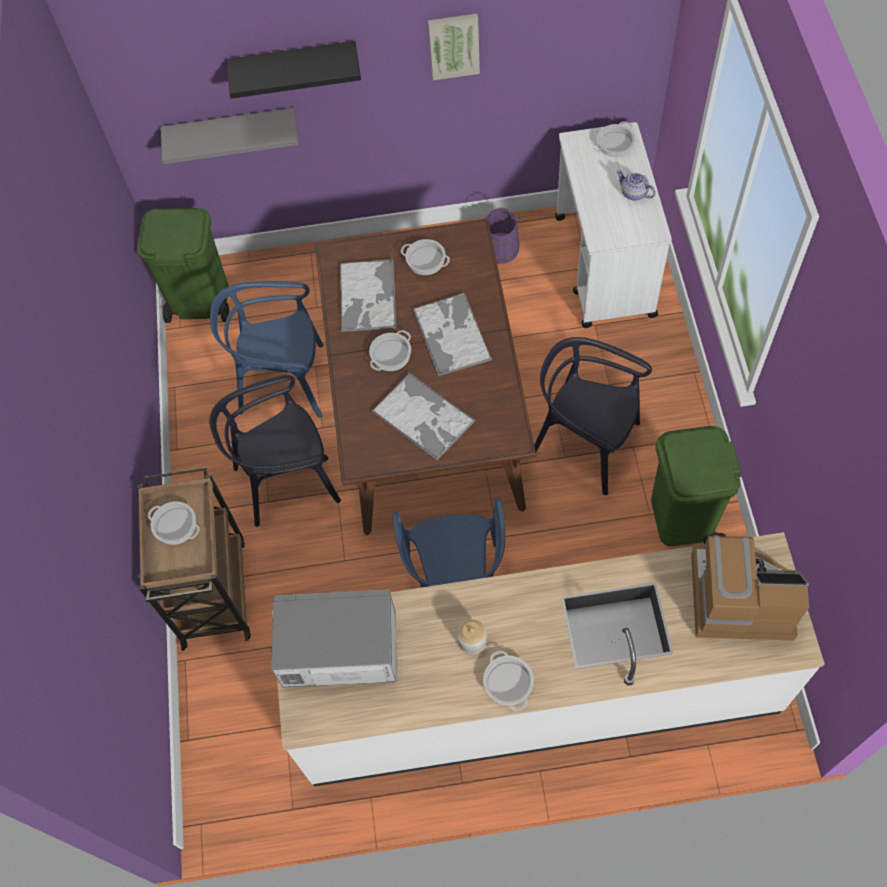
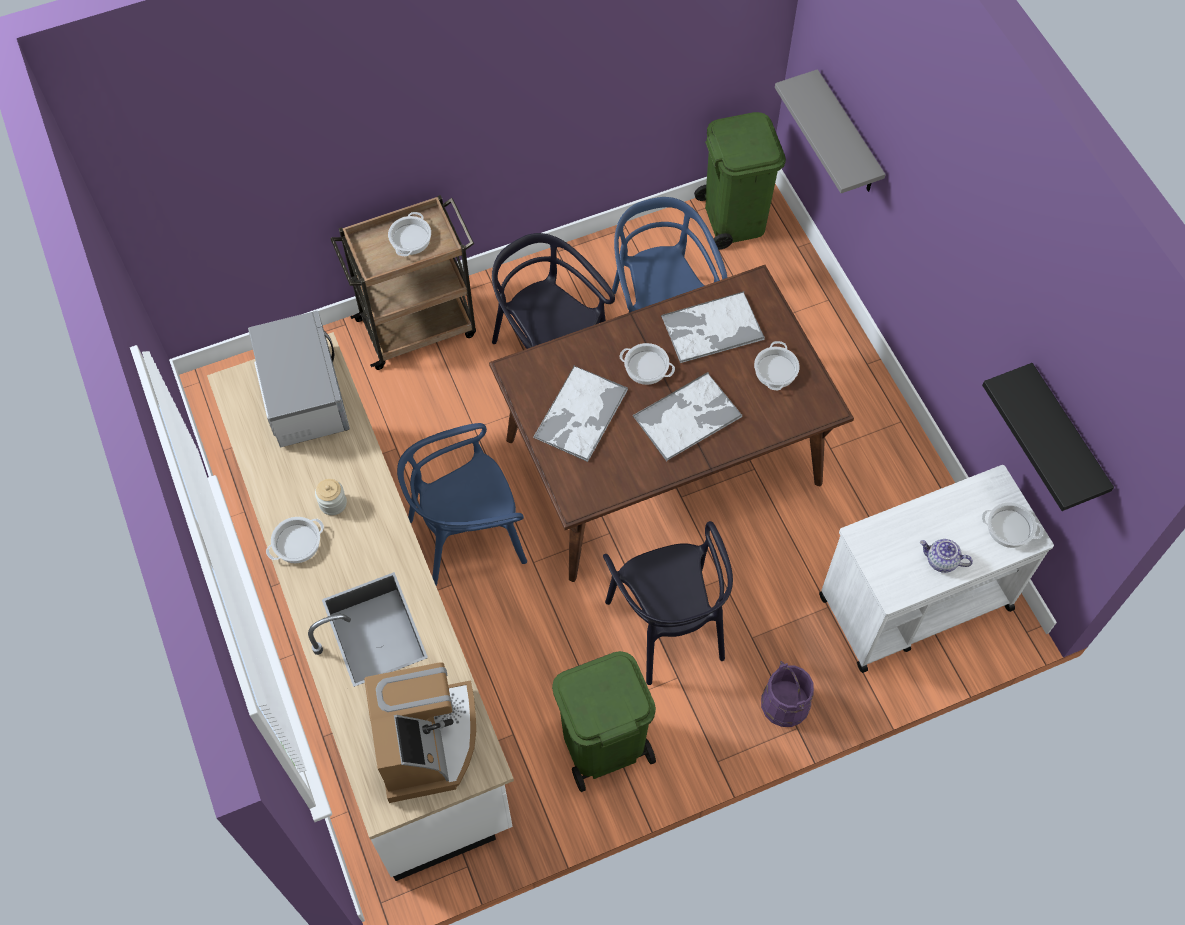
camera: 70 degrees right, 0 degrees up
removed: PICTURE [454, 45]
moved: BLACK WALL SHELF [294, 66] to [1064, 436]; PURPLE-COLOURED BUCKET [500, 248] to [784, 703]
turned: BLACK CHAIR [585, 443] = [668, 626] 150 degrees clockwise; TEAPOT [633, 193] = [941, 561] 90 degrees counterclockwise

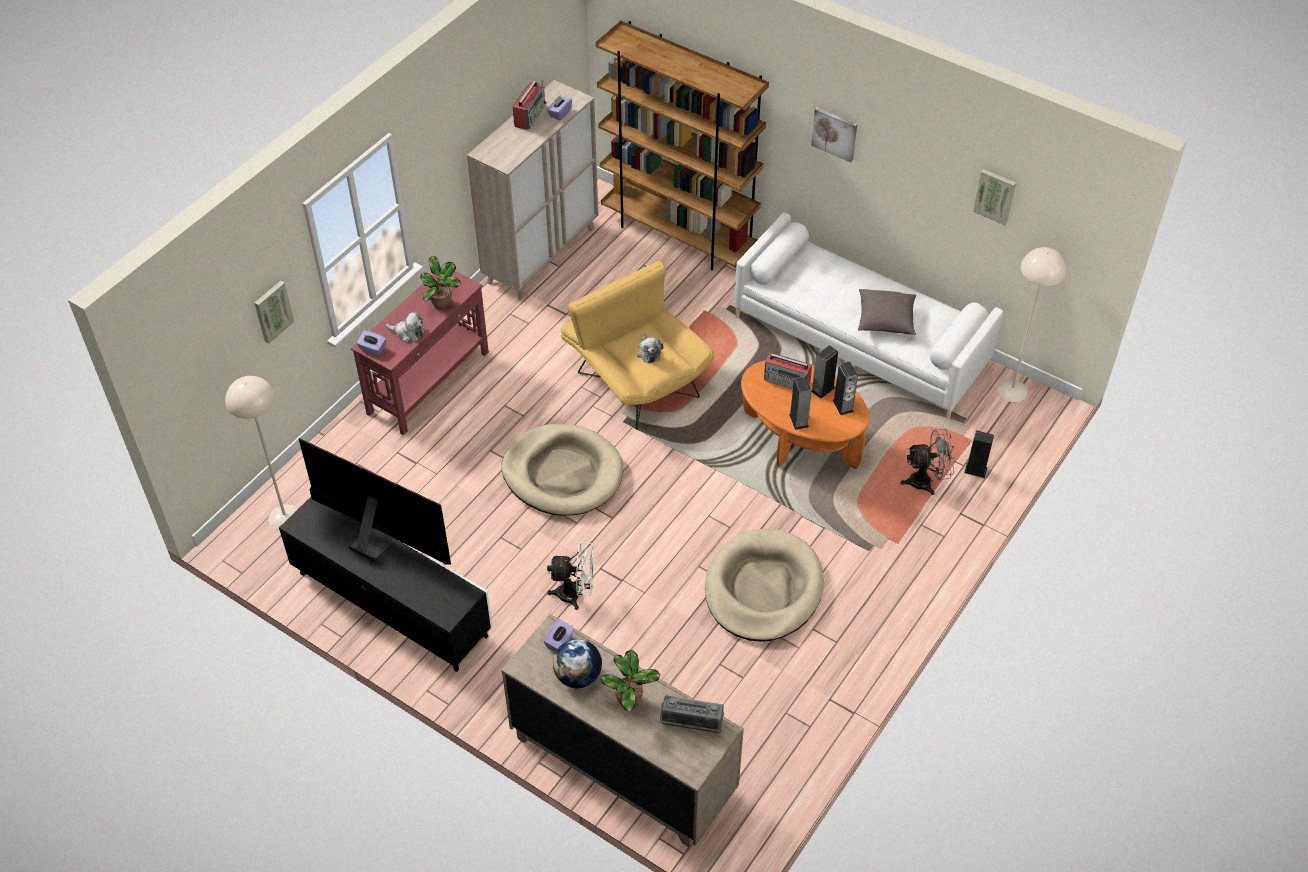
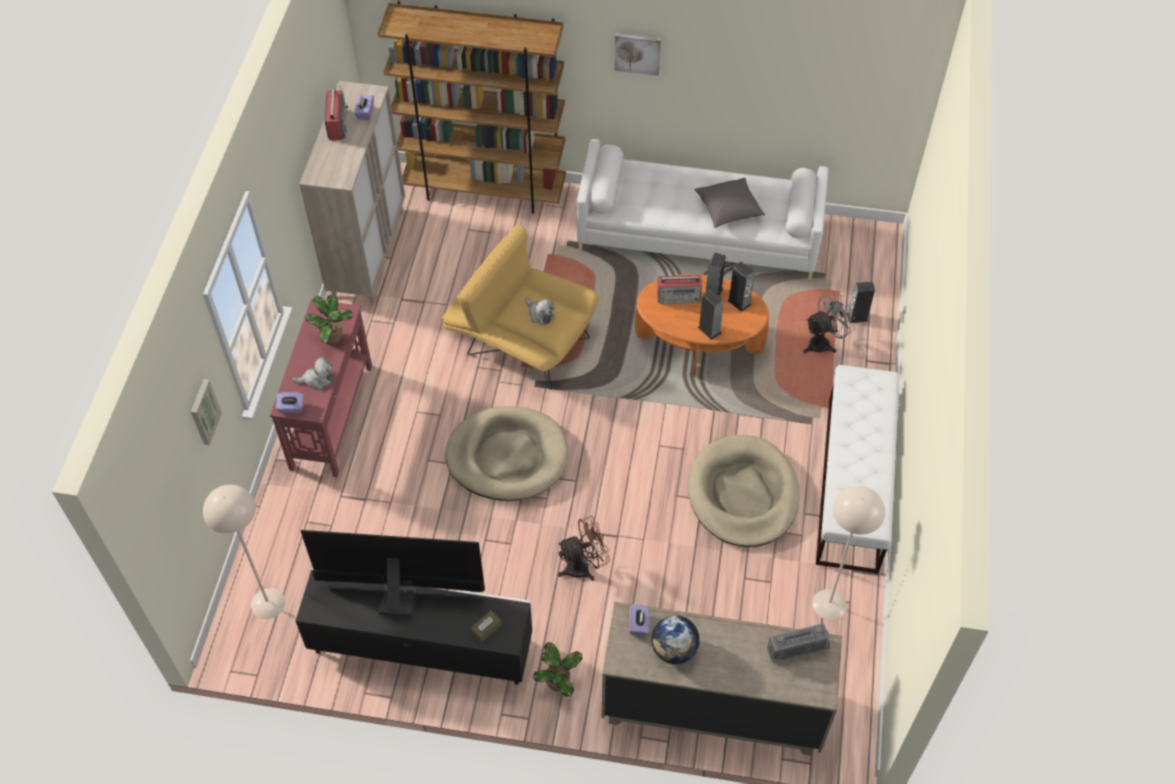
camera: 25 degrees left, 5 degrees up
removed: PICTURE [995, 195]
added: BROWN TISSUE BOX [486, 629]; WHITE INDOOR BENCH [852, 483]
moved: PLANT IN A POT [630, 701] to [559, 683]; BEIGE-COLOURED FLOOR LAMP [1012, 390] to [829, 604]
recoloured: WHITE COOLING FAN [575, 594] to BROWN COOLING FAN [583, 566]

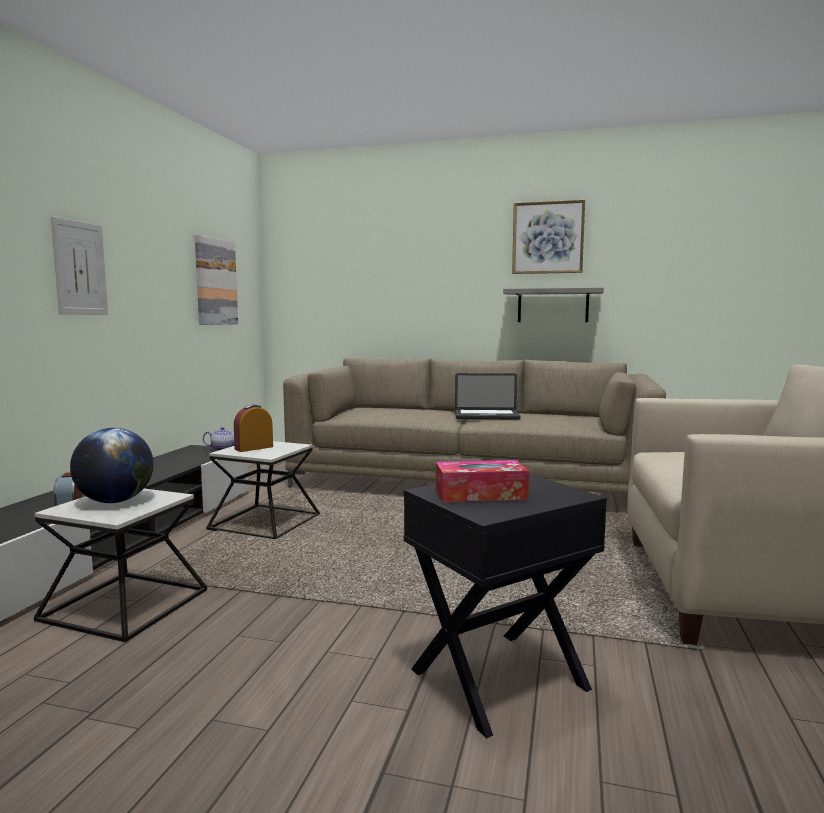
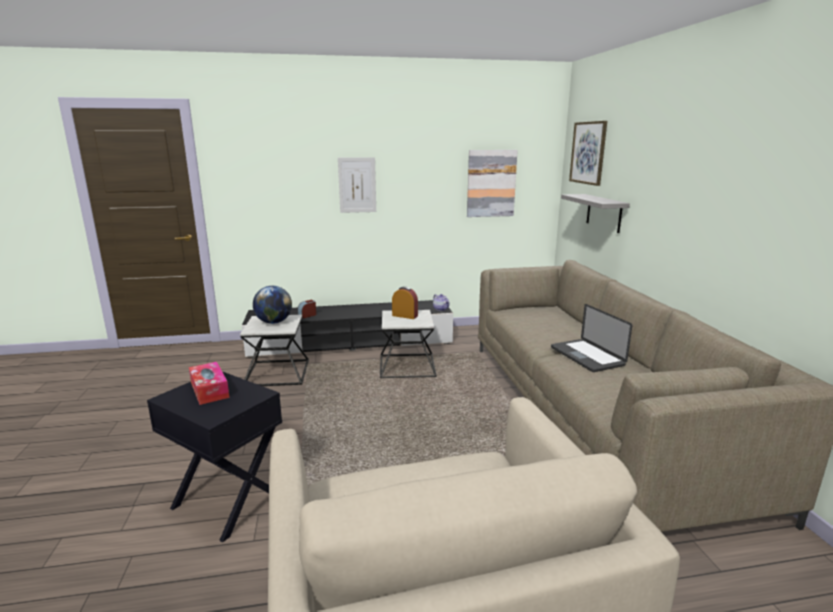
camera: 65 degrees right, 10 degrees up
moved: GREY WALL SHELF [553, 305] to [604, 213]; PICTURE [548, 238] to [588, 153]

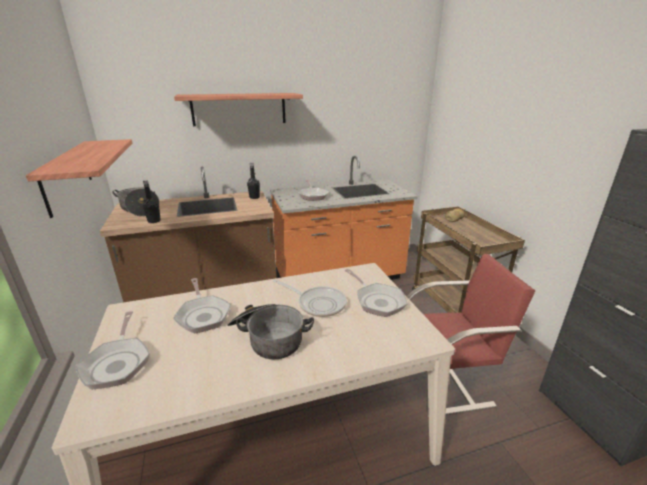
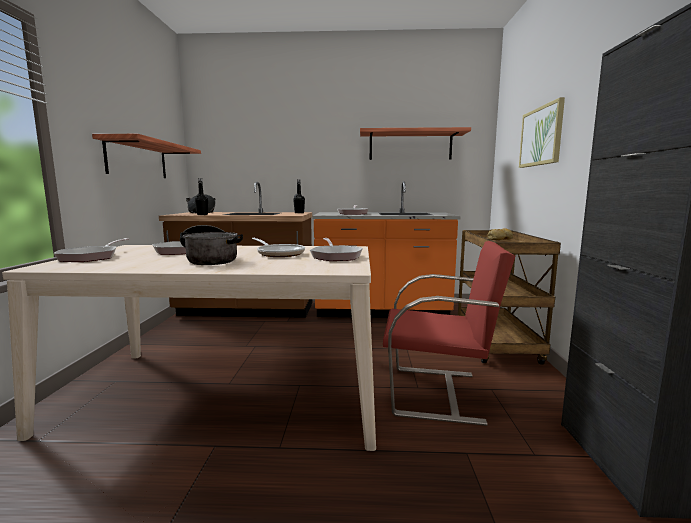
camera: 20 degrees right, 15 degrees down
added: PICTURE [541, 136]
moved: WALL SHELF [239, 109] to [410, 146]

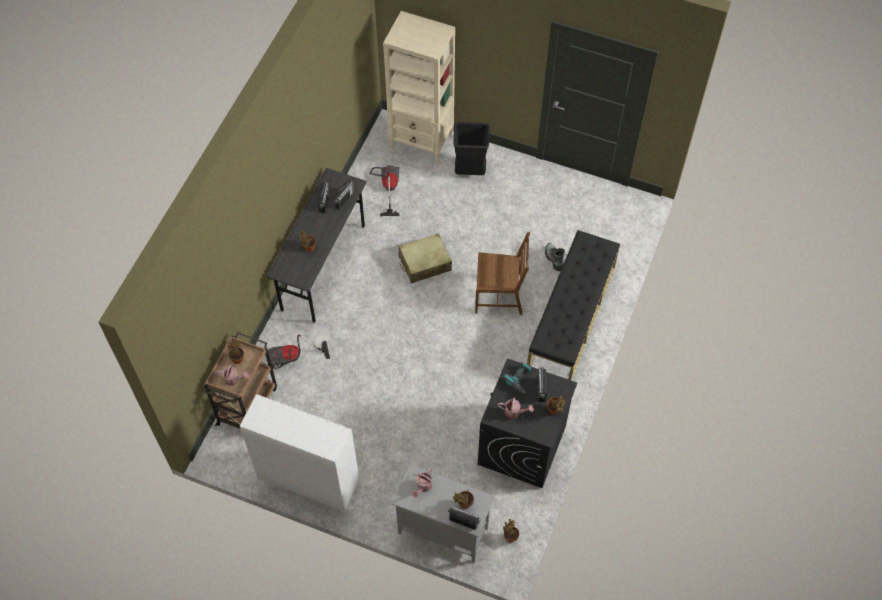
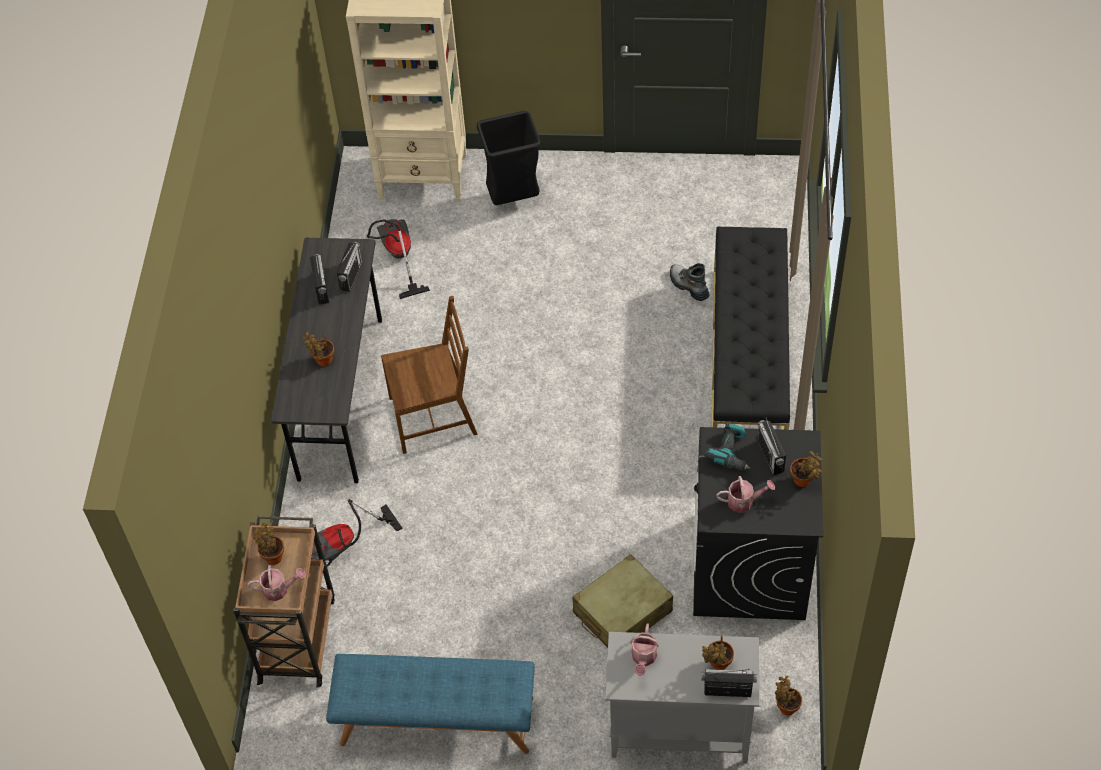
camera: 15 degrees left, 5 degrees down
moved: BEIGE-COLOURED TRAVEL CASE [424, 263] to [622, 612]; BROWN CHAIR [500, 295] to [433, 416]
replaced: WHITE CUPBOARD [307, 479] to BLUISH INDOOR BENCH [436, 721]

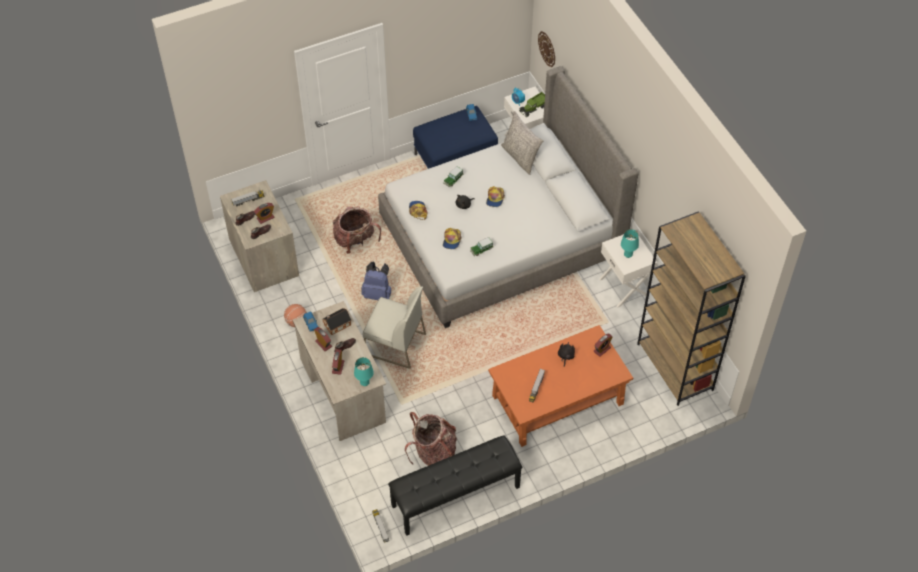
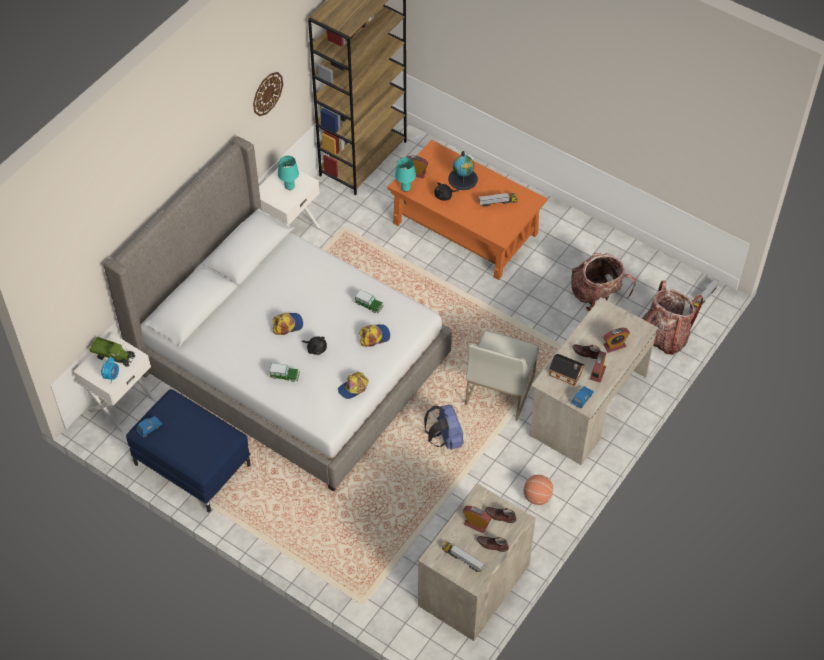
camera: 120 degrees left, 0 degrees up
removed: BLACK INDOOR BENCH [455, 497]; GREY PILLOW [521, 157]
added: WORLD GLOBE [463, 179]
moved: BACKPACK [355, 241] to [664, 336]; BLUE-GREEN LAMP FOR A TABLE [364, 383] to [405, 188]; WALL CLOCK [547, 49] to [267, 93]
turned: WHITE CHAIR [395, 345] = [499, 389] 150 degrees counterclockwise

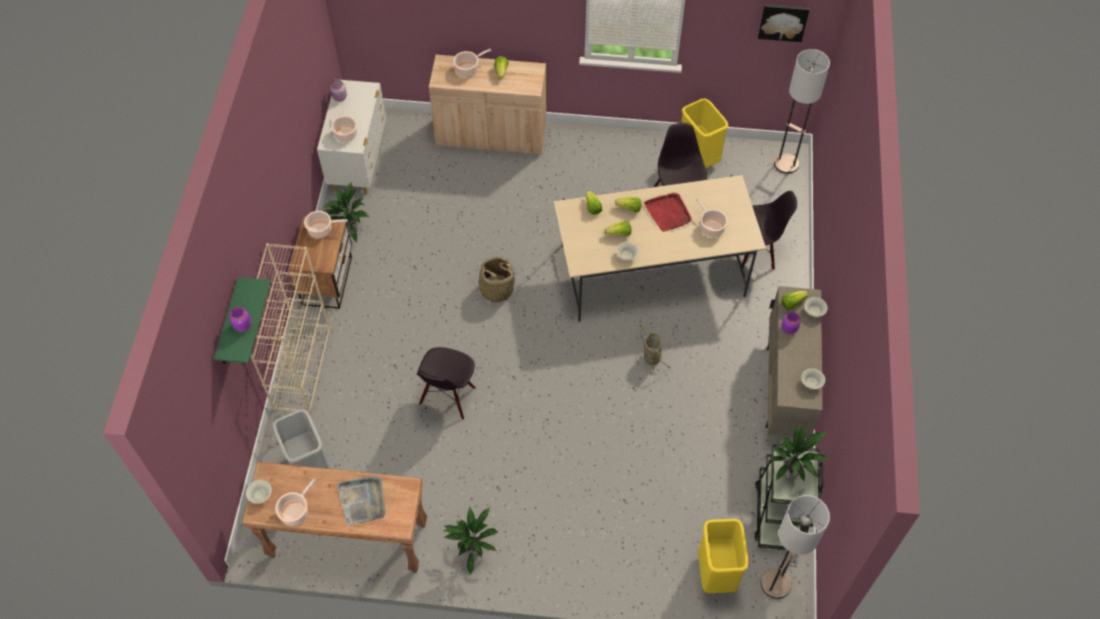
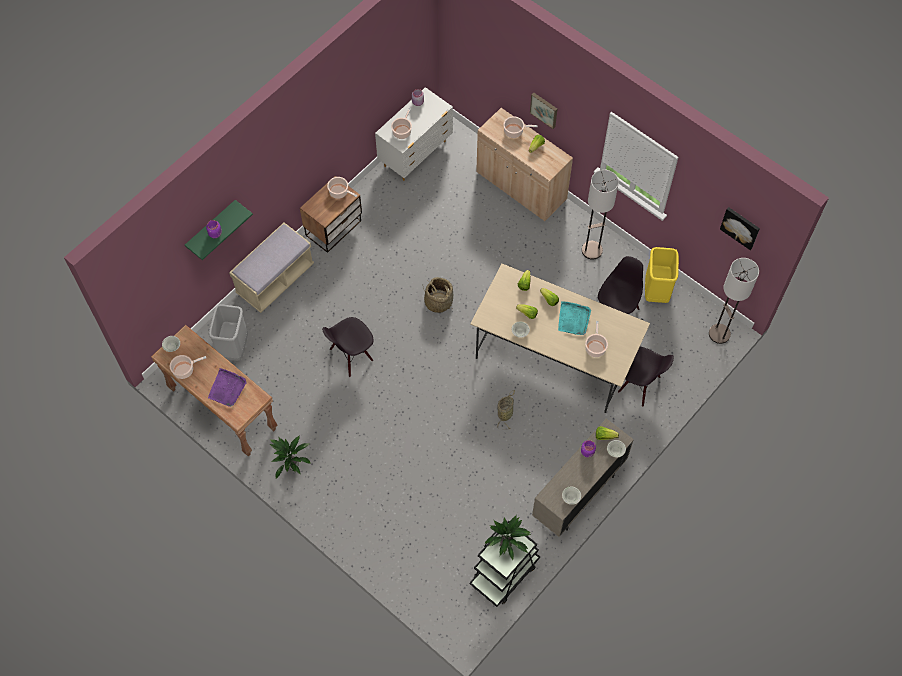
camera: 35 degrees right, 5 degrees up
removed: PLANT IN A POT [350, 230]; YELLOW-COLOURED TRASH CAN [717, 573]
added: PICTURE [544, 109]
moved: FLOOR LAMP [775, 583] to [592, 250]
replaced: BEIGE-COLOURED SHELVING UNIT [302, 369] to BEIGE-COLOURED INDOOR BENCH [275, 279]
recoloured: GREY TRAY [362, 501] to PURPLE-COLOURED TRAY [227, 389]; RED-COLOURED TRAY [668, 213] to BLUE-GREEN TRAY [573, 319]

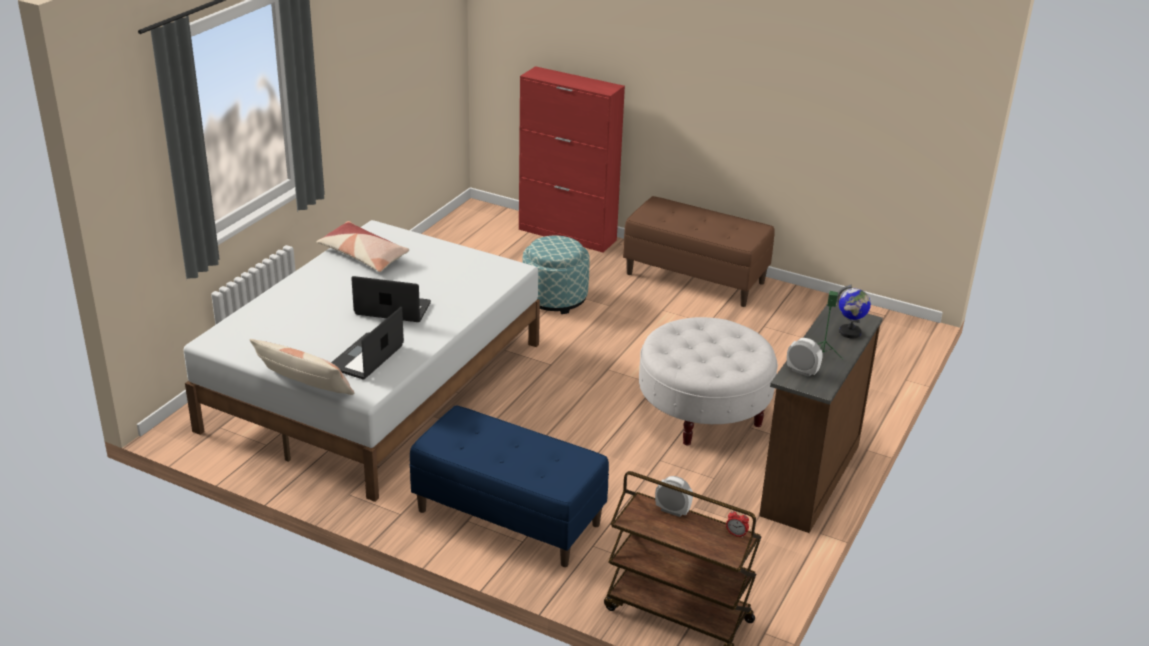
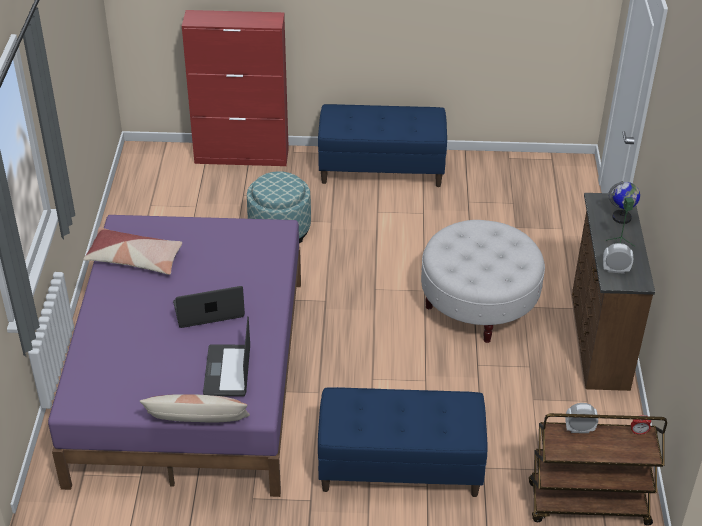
camera: 25 degrees left, 10 degrees up
recoloured: WHITE BEDROOM BED [374, 385] to PURPLE-COLOURED BEDROOM BED [190, 377]; BROWN INDOOR BENCH [696, 278] to BLUISH INDOOR BENCH [382, 169]

